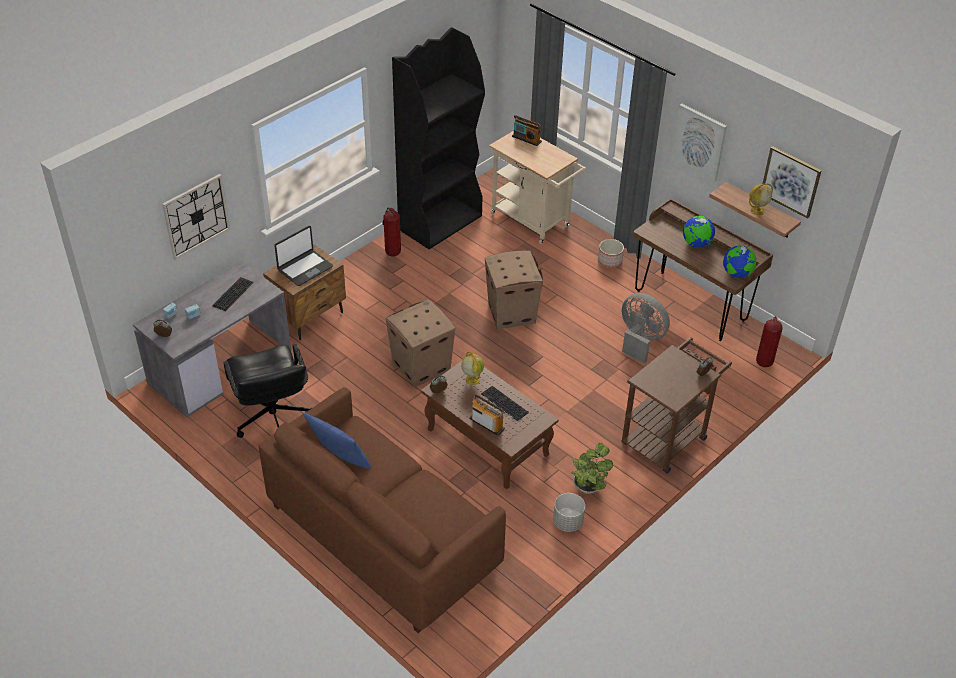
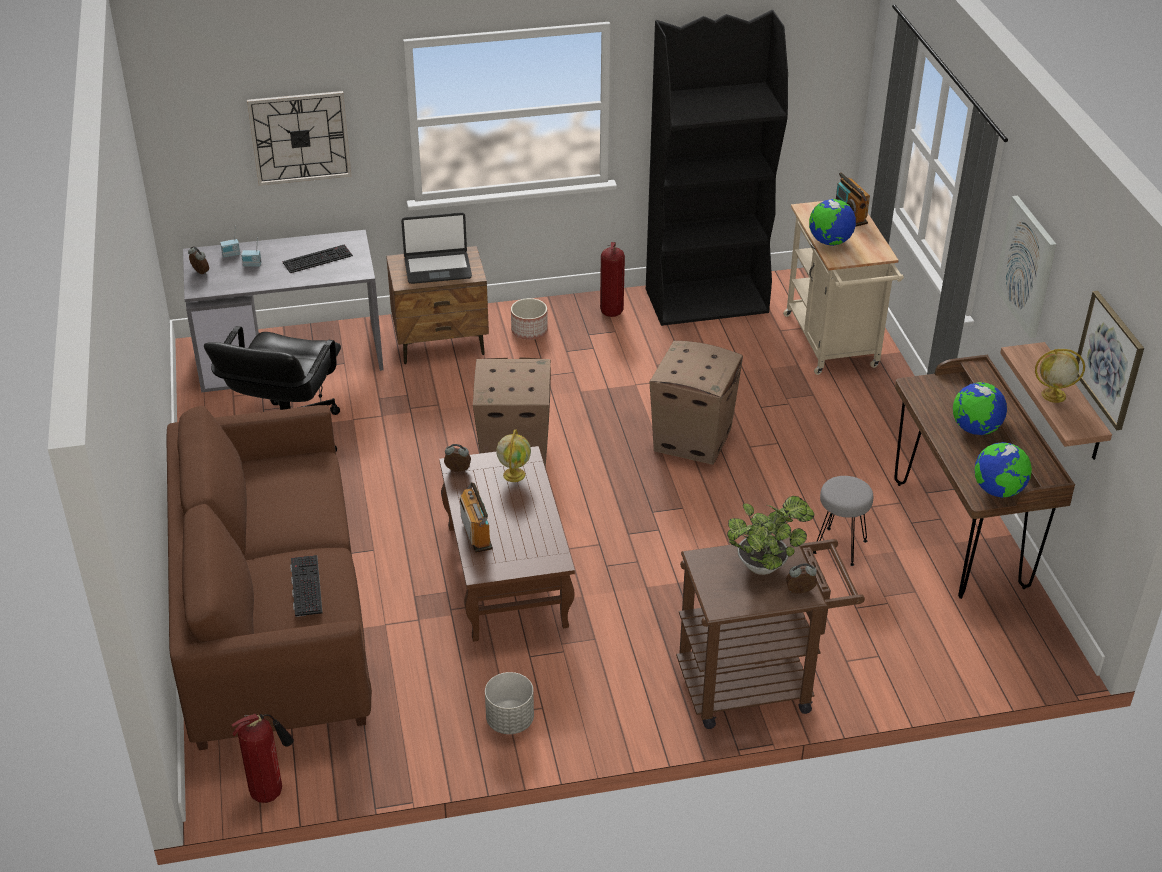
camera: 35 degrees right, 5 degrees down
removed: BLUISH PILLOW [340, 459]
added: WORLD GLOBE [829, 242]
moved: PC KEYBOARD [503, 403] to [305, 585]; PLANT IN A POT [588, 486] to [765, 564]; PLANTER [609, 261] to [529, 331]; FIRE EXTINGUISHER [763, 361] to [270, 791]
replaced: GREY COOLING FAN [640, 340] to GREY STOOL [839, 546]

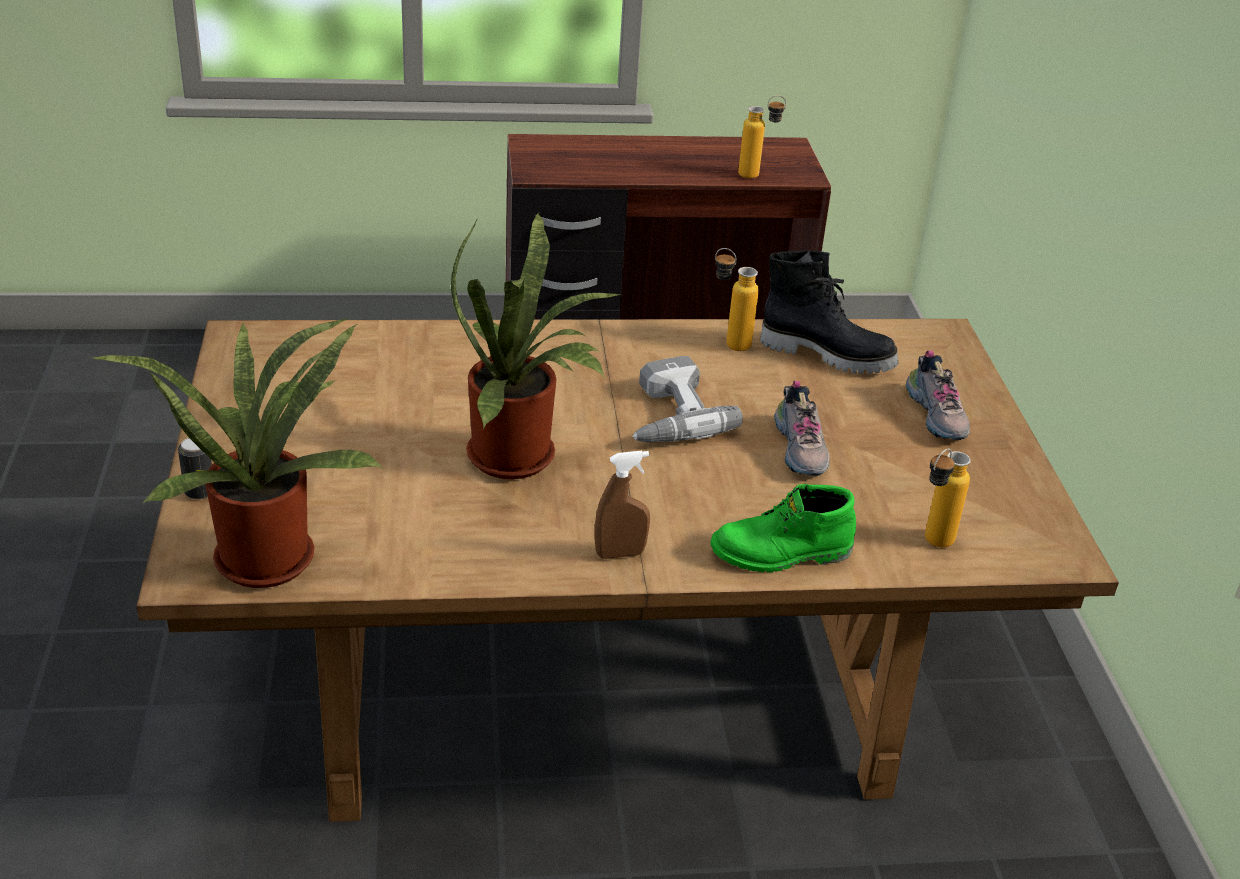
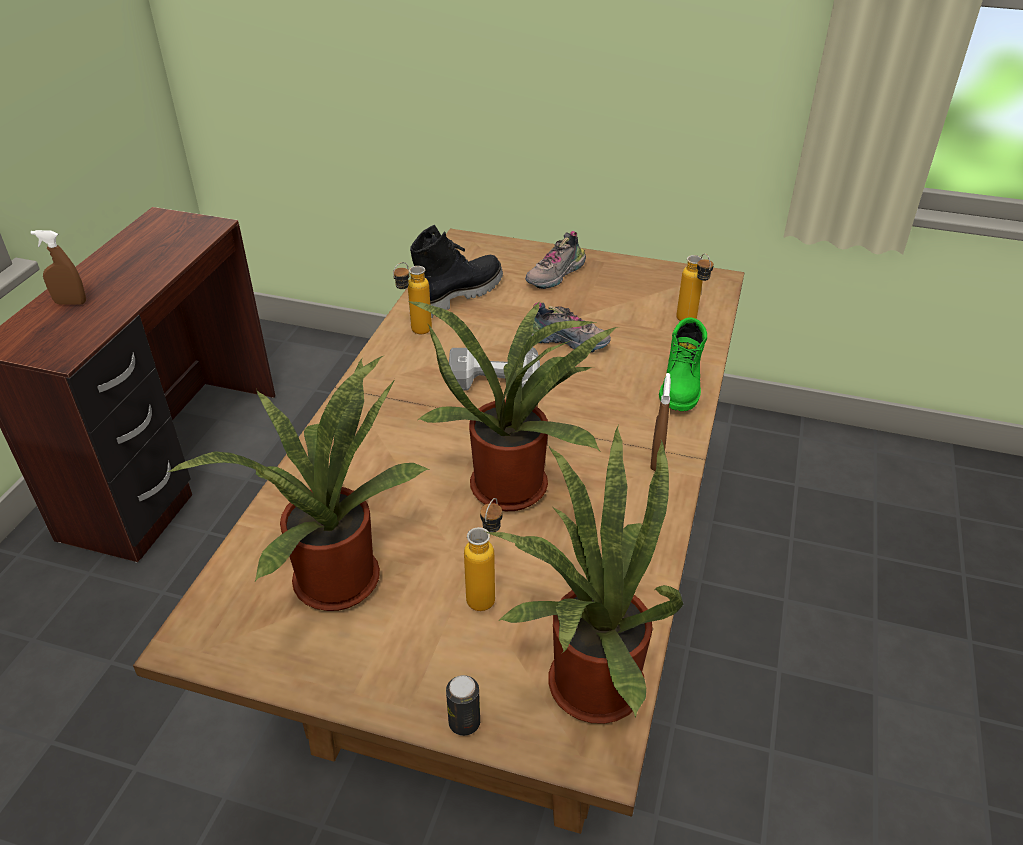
camera: 65 degrees left, 5 degrees up
added: BROWN SPRAY BOTTLE [70, 303]; PLANT IN A POT [333, 574]
moved: BOTTLE [757, 175] to [486, 592]
turned: ITEM OF FOOTWEAR [938, 416] = [556, 275] 120 degrees clockwise

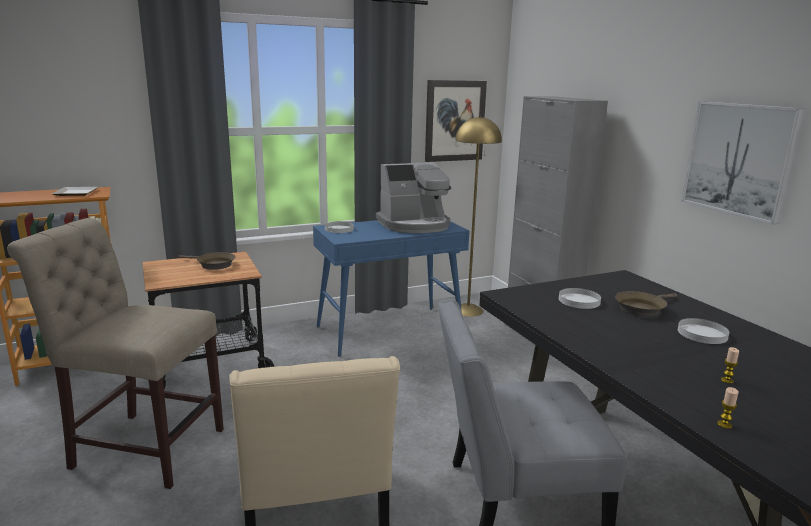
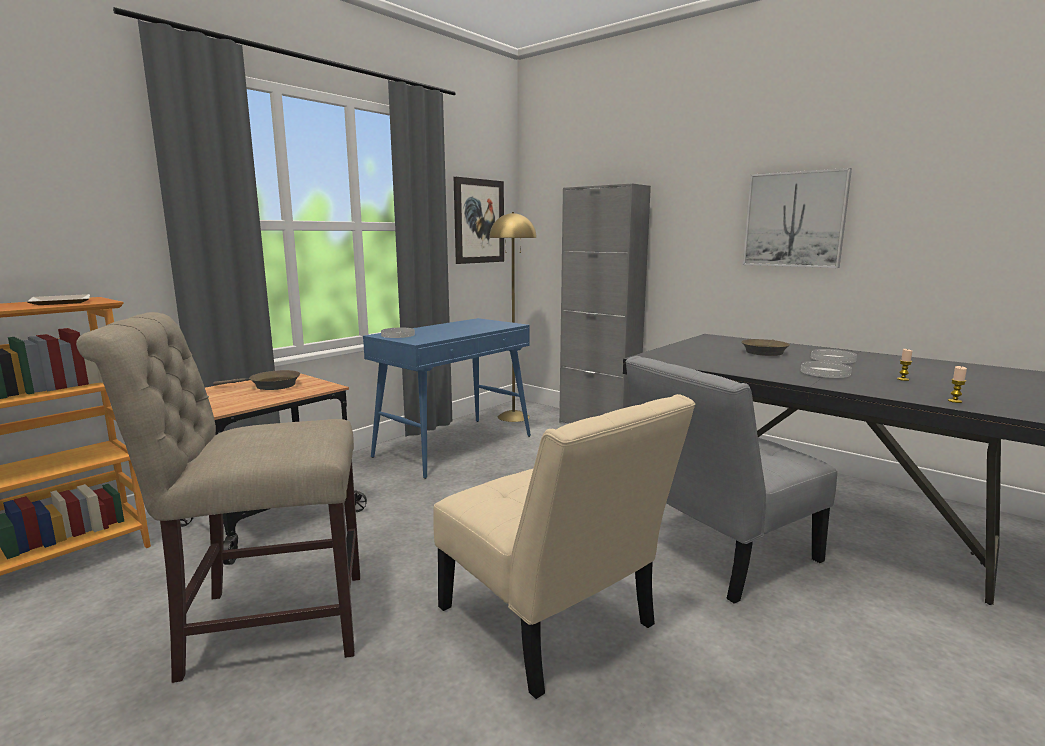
camera: 25 degrees left, 5 degrees down
removed: COFFEE MAKER [415, 225]
moved: WHITE DINNER PLATE [579, 300] to [825, 372]

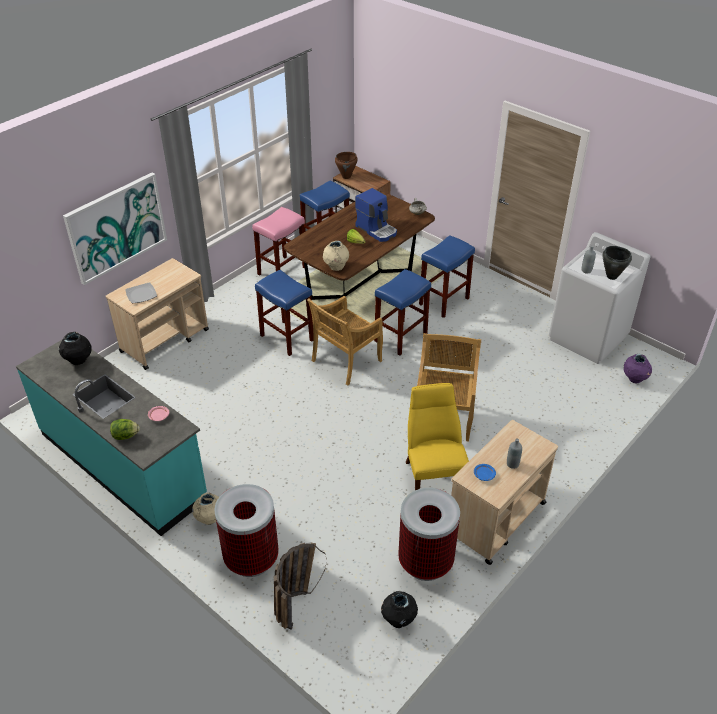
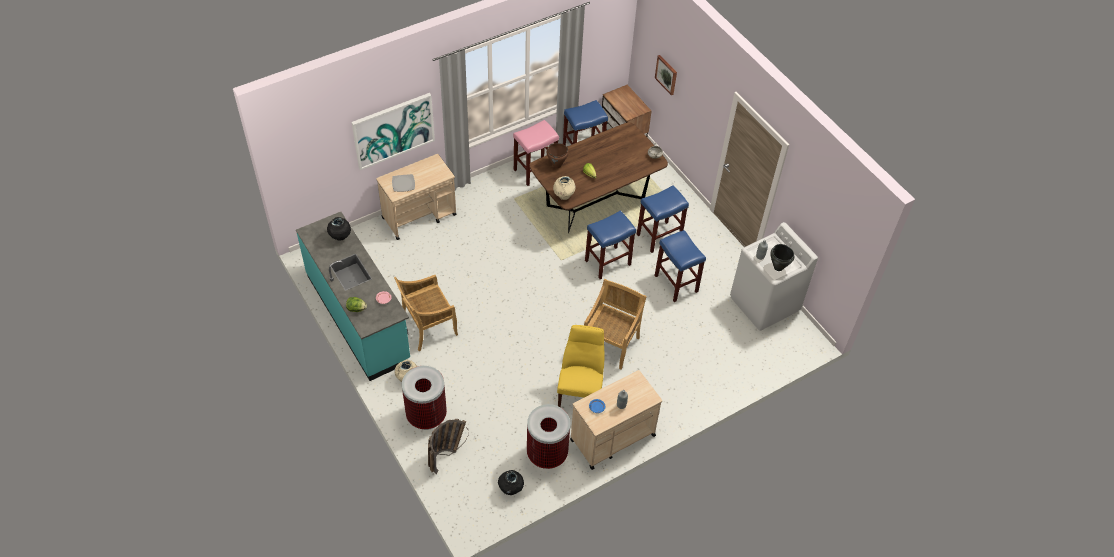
camera: 15 degrees right, 10 degrees up
removed: COFFEE MAKER [377, 229]; PURPLE-COLOURED VASE [634, 379]
added: PICTURE [666, 74]
moved: BLUISH STOOL [286, 338] to [675, 283]; BEIGE-COLOURED CHAIR [346, 362] to [428, 327]; BROWN STOCKPOT [346, 176] to [557, 165]

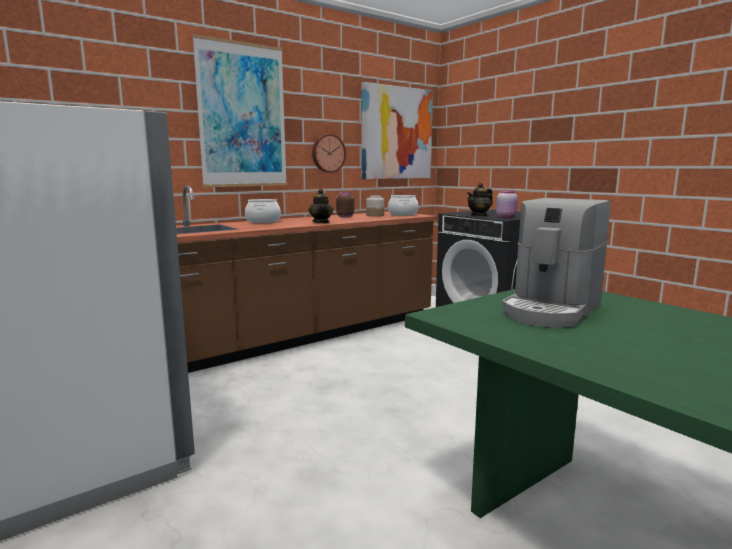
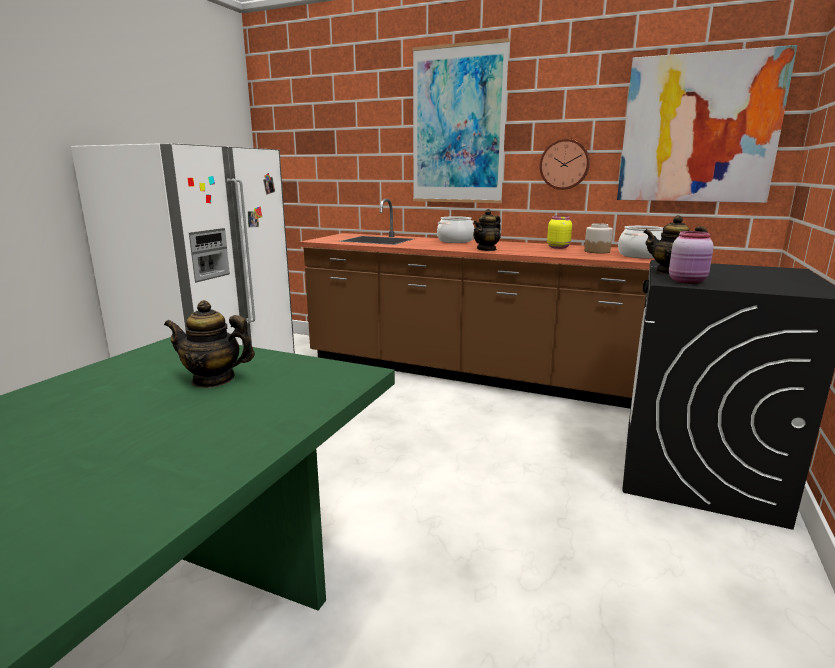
camera: 60 degrees right, 5 degrees up
replaced: COFFEE MAKER [551, 310] to TEAPOT [213, 380]
recoloured: BROWN JAR [344, 216] to YELLOW-COLOURED JAR [558, 247]

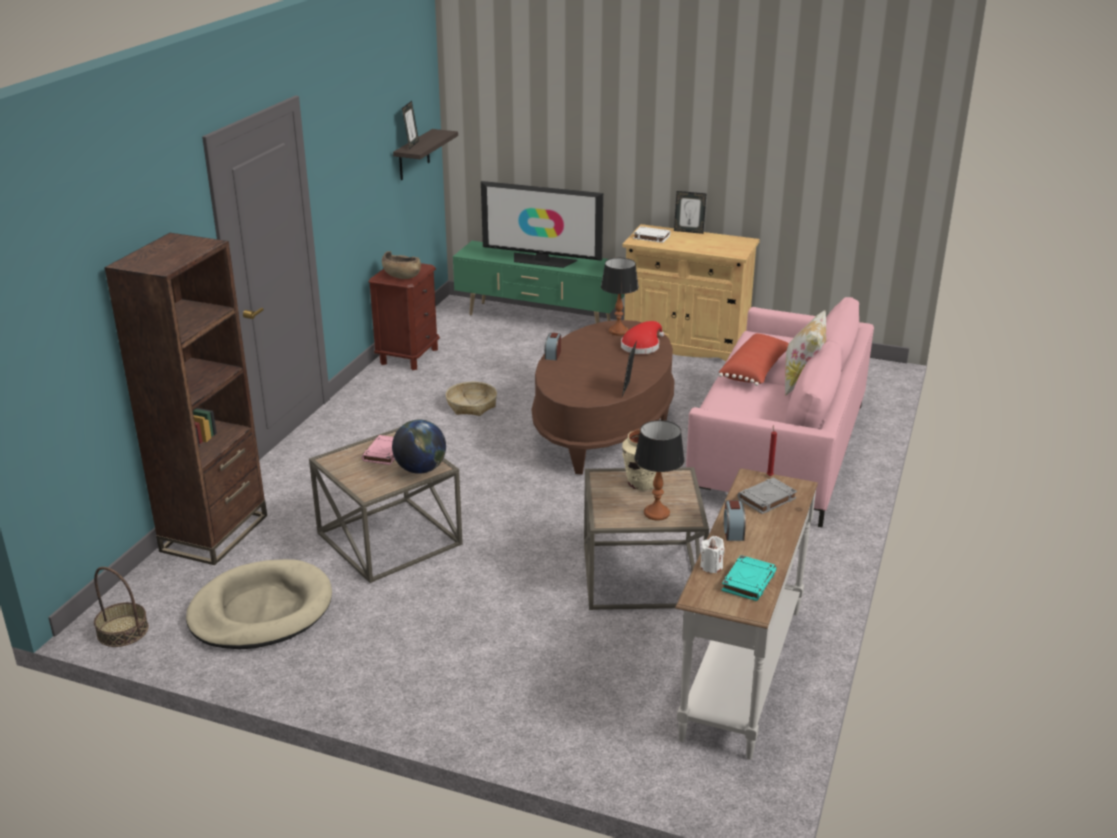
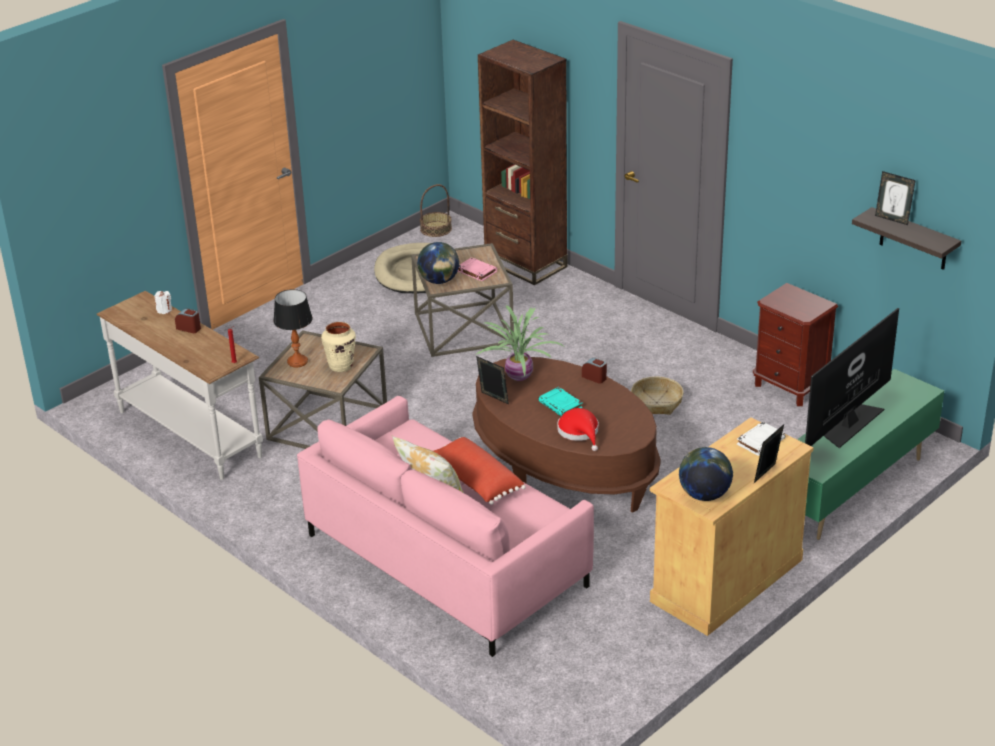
camera: 115 degrees right, 5 degrees up
removed: BROWN DEEP DISH [401, 275]; LAMP FOR A TABLE [618, 331]; GREY VOLUME [766, 499]
added: PLANT IN A POT [518, 377]; WORLD GLOBE [704, 495]
moved: BLUE-GREEN VOLUME [748, 581] to [561, 405]

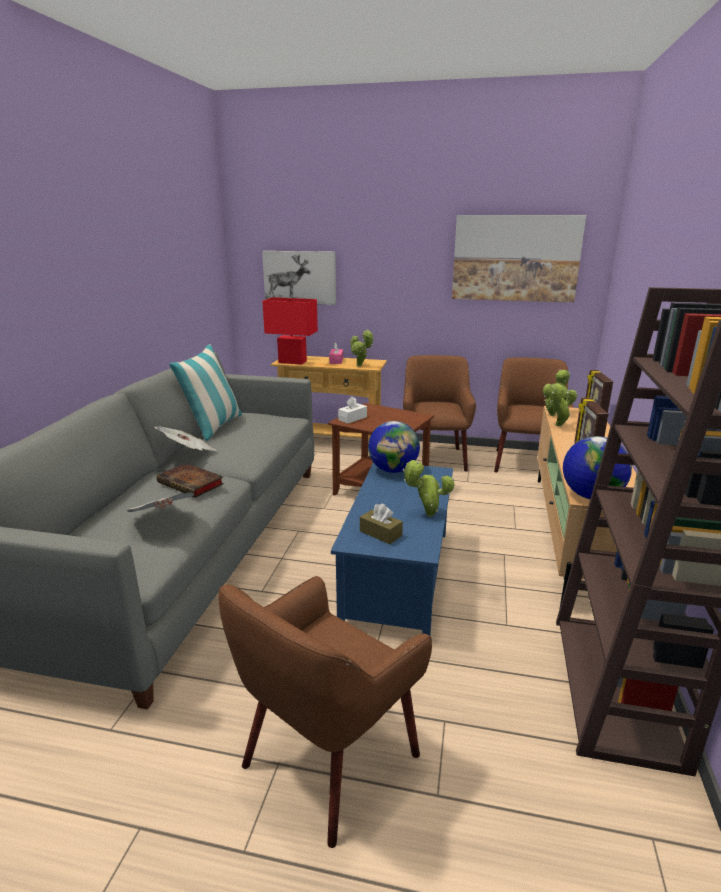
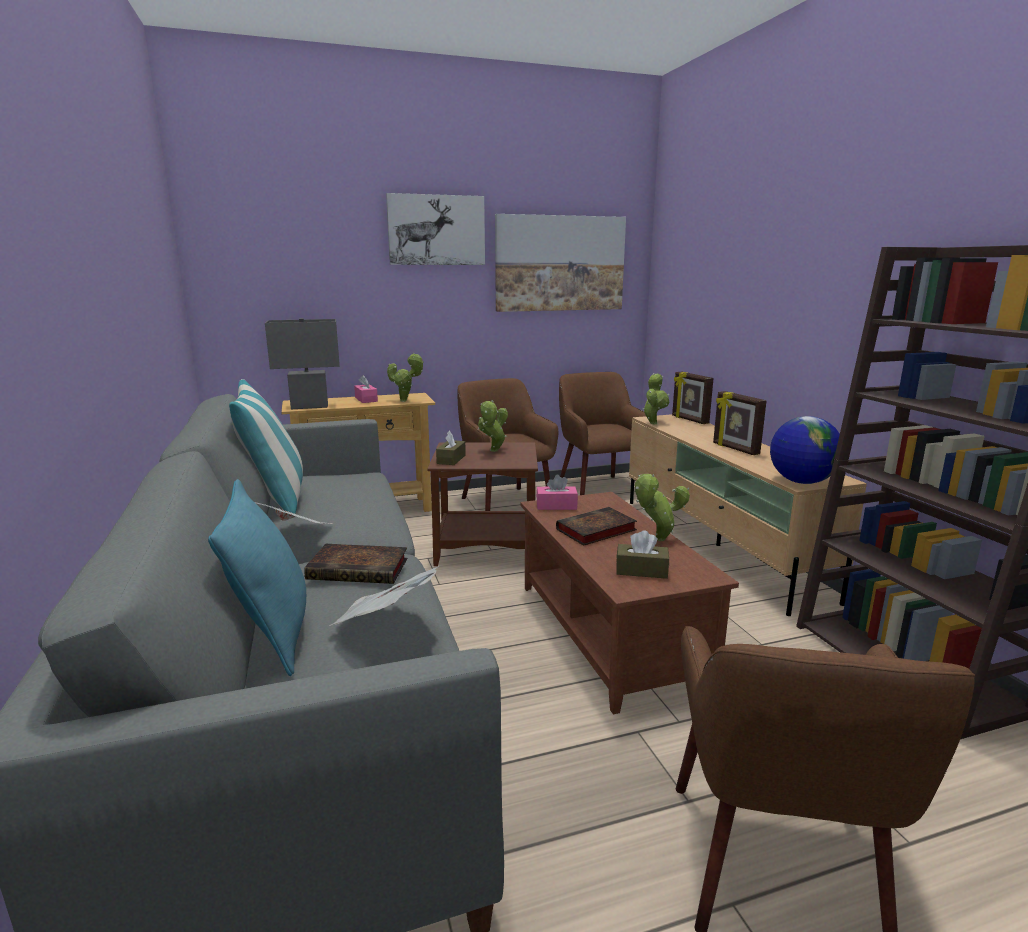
camera: 30 degrees left, 5 degrees down
added: BLUE-GREEN PILLOW [274, 634]; VOLUME [595, 531]
moved: PICTURE [300, 277] to [436, 230]; PLANT IN A POT [557, 426] to [493, 451]
replaced: WORLD GLOBE [393, 470] to PINK-COLOURED TISSUE BOX [556, 506]
recoloured: RED-COLOURED LAMP FOR A TABLE [292, 362] to GREY LAMP FOR A TABLE [309, 406]; BLUISH LOW TABLE [396, 576] to BROWN LOW TABLE [606, 632]; WHITE TISSUE BOX [352, 418] to BROWN TISSUE BOX [451, 459]

